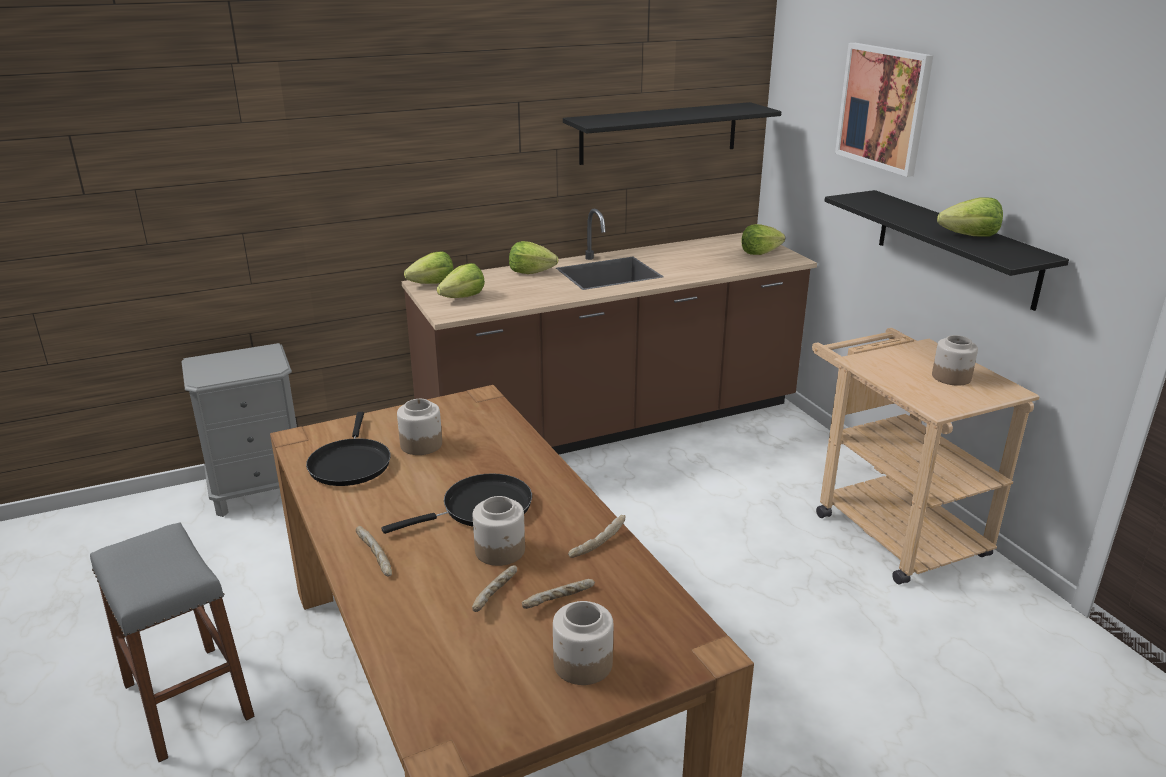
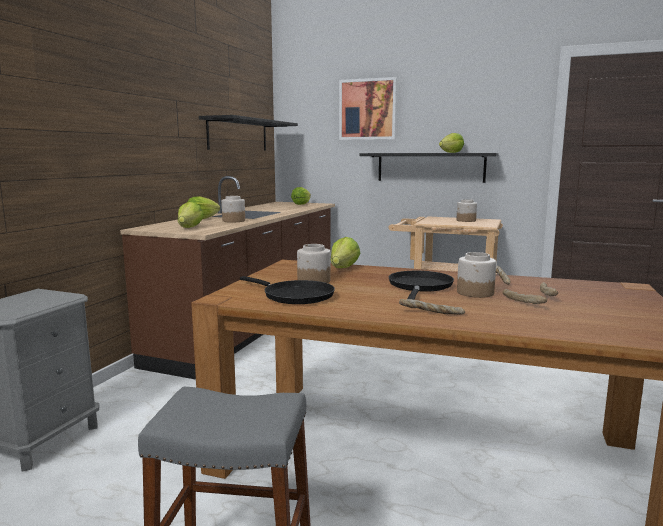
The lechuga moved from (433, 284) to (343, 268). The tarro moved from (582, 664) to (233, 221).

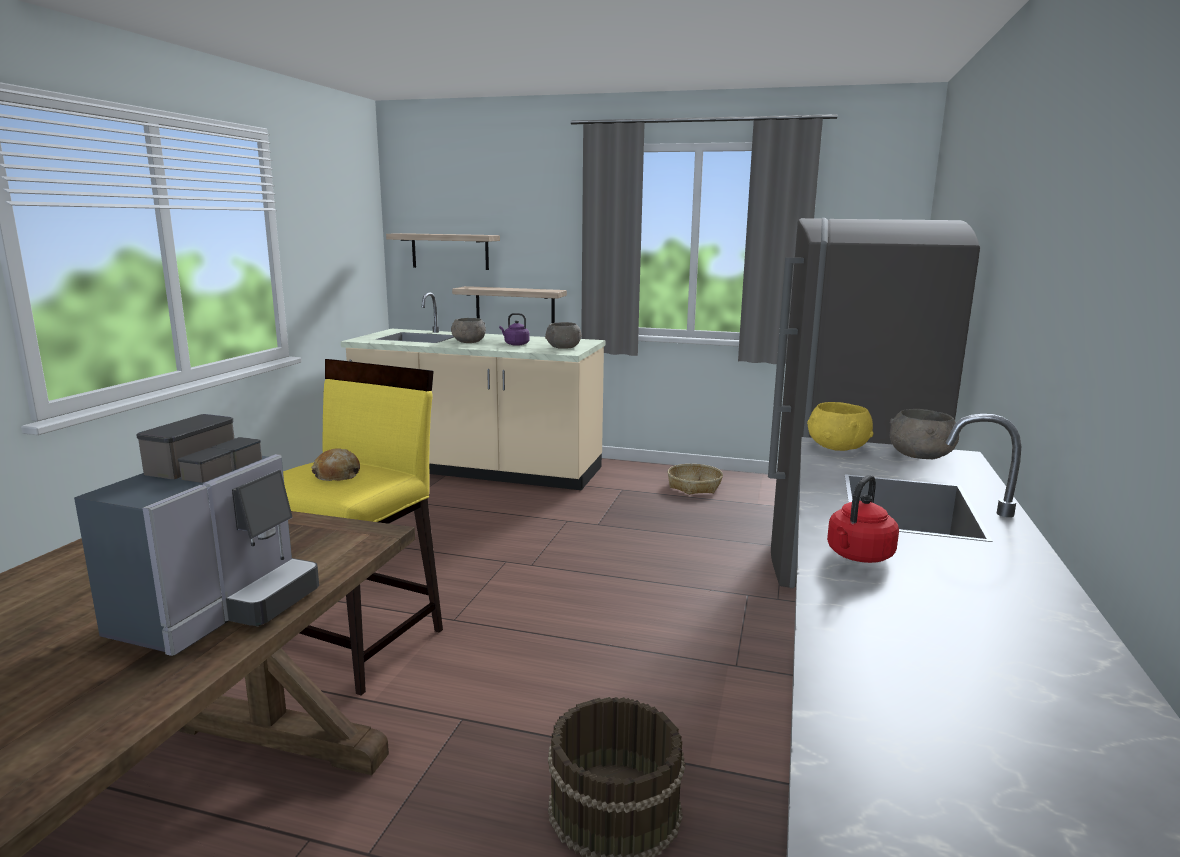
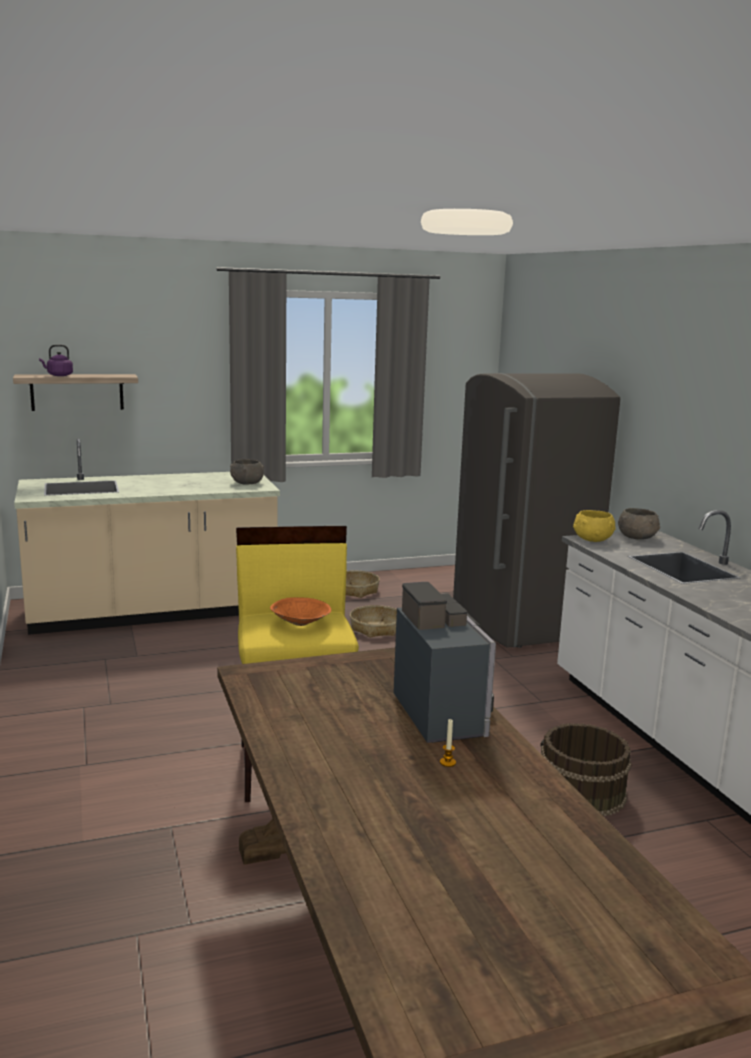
The cuenco/gris at (468, 342) disappeared. The estante at (515, 305) disappeared. The hervidor/rojo at (858, 556) disappeared. The cesta at (376, 628) appeared. The vela at (447, 762) appeared. The hervidor/morado moved from (515, 344) to (58, 375). The pan at (337, 475) was replaced by the cuenco/naranja at (301, 623).

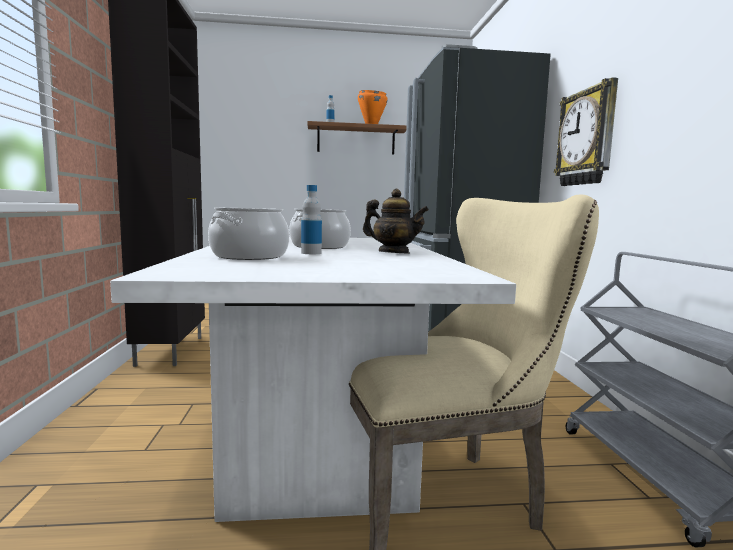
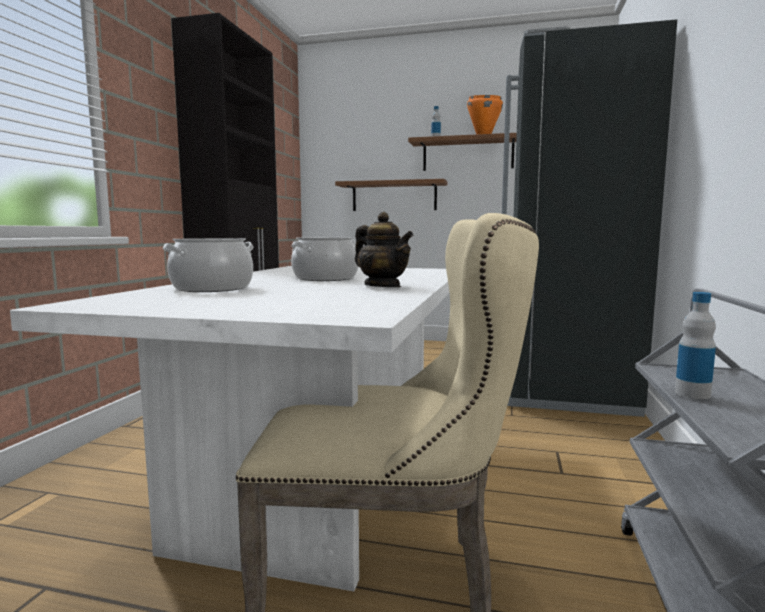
The reloj de pared at (587, 137) disappeared. The estante/marrón at (394, 196) appeared. The botella moved from (311, 253) to (692, 394).

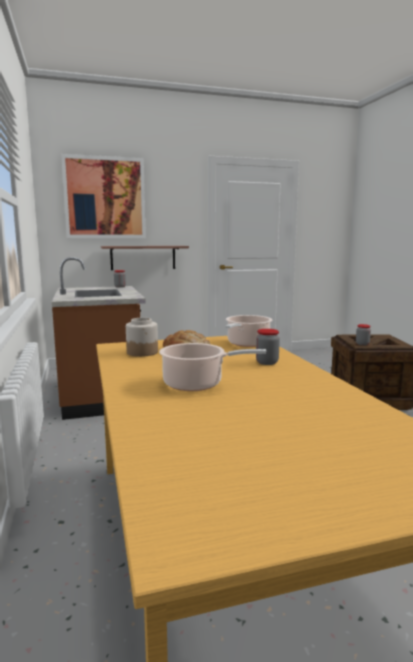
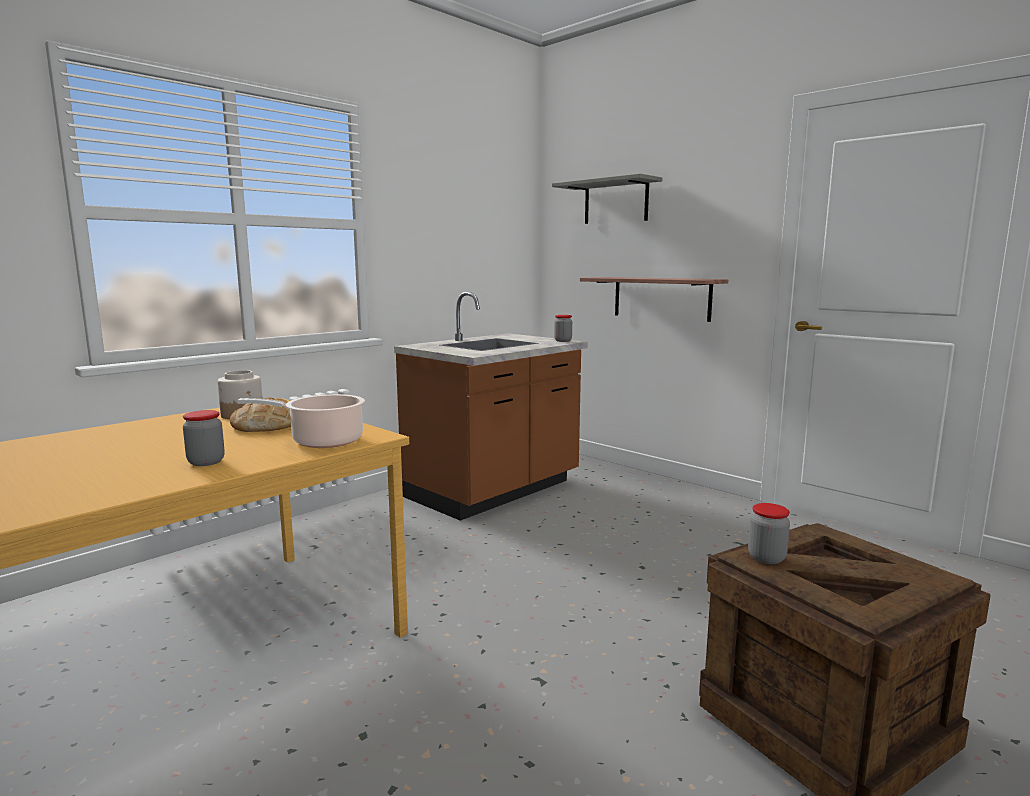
The olla at (197, 384) disappeared. The cuadro at (105, 198) was replaced by the estante/gris at (616, 202).

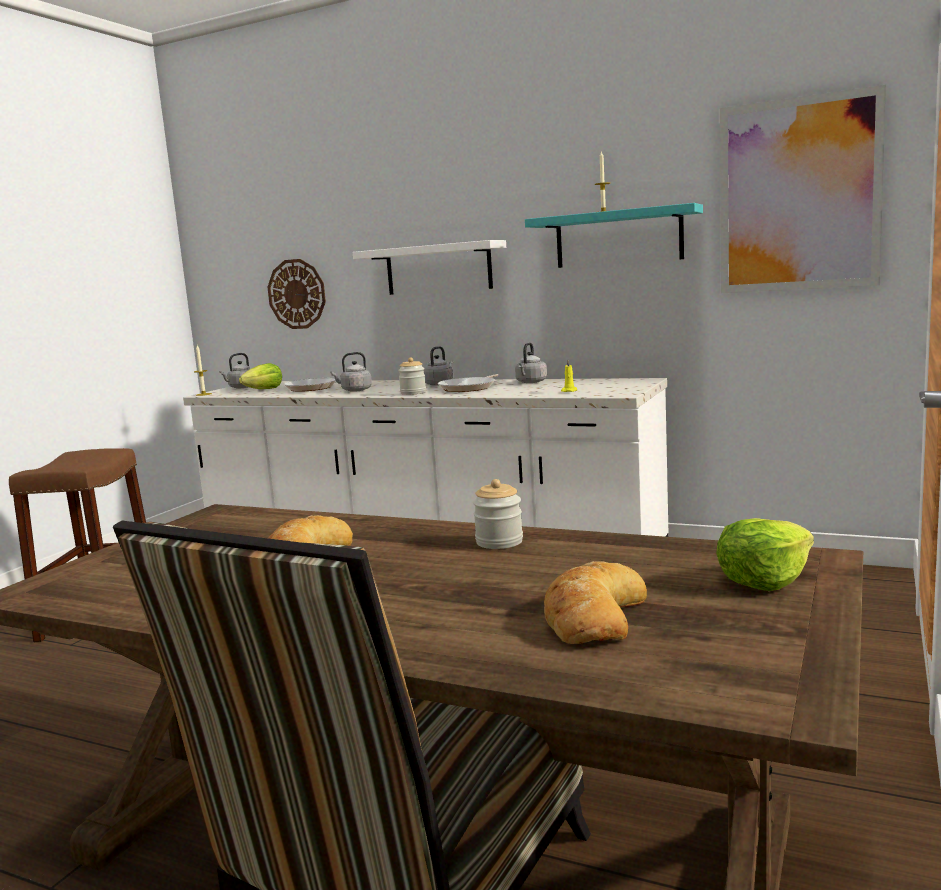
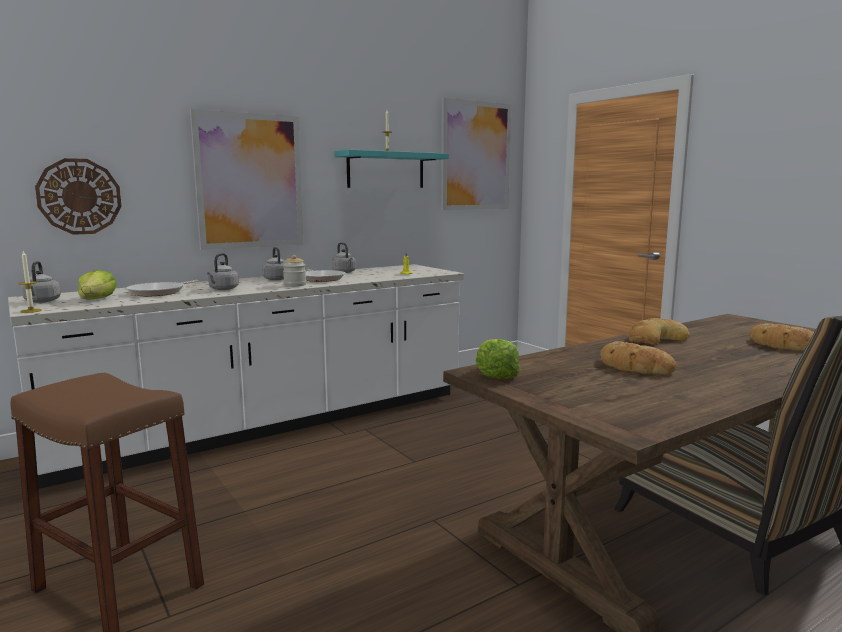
The lechuga moved from (764, 580) to (496, 374). The estante/blanco at (438, 268) was replaced by the cuadro at (249, 181). The tarro at (499, 542) was replaced by the pan at (655, 339).

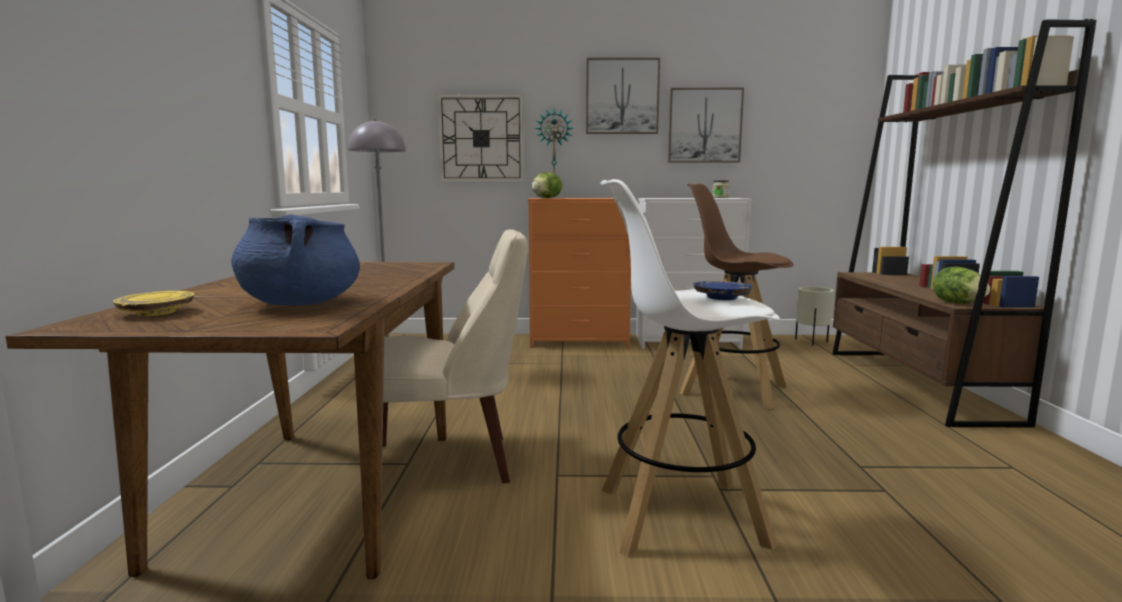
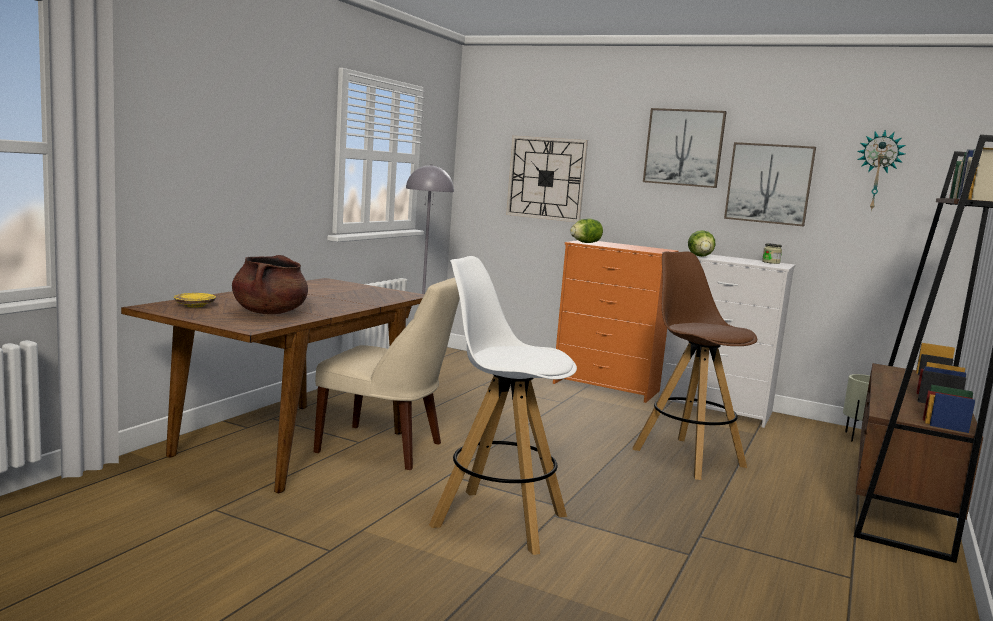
The plato/azul at (721, 298) disappeared. The reloj de pared moved from (554, 144) to (878, 170). The lechuga moved from (957, 303) to (700, 256). The olla/azul at (300, 303) became the olla/marrón at (269, 312).

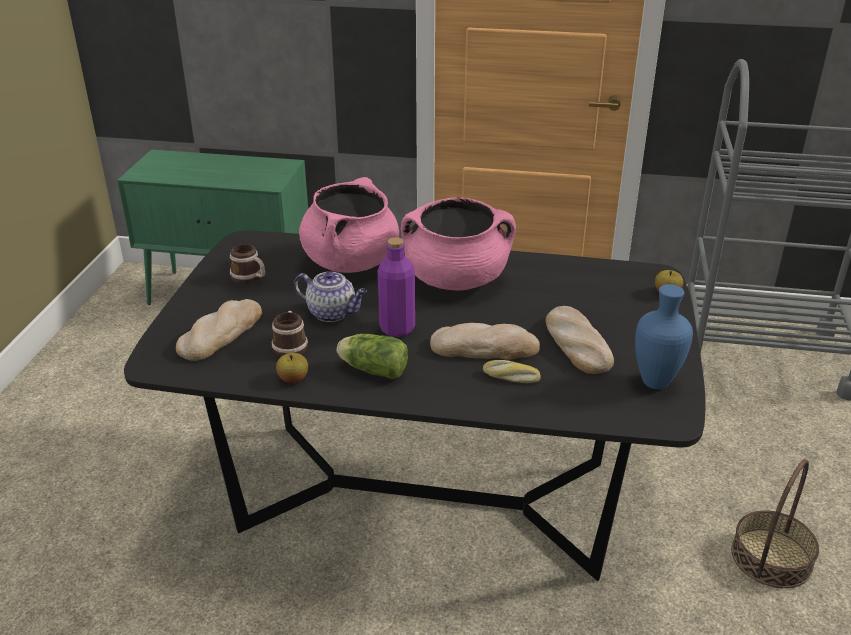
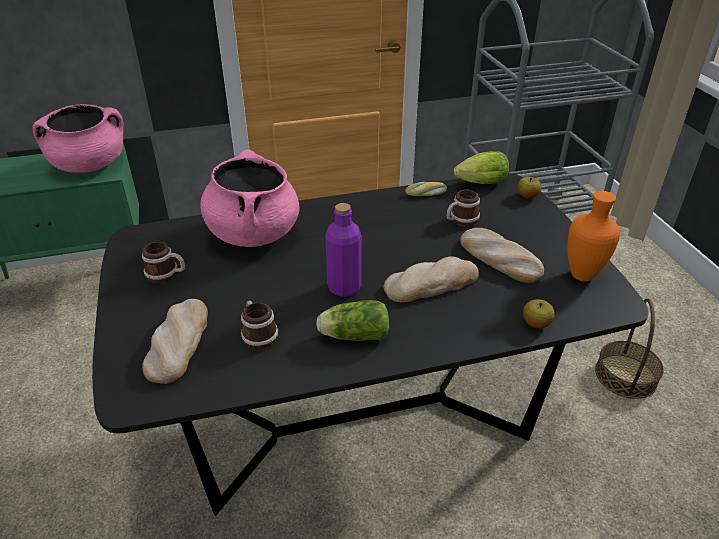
The tetera at (333, 313) disappeared. The taza grande at (460, 220) appeared. The lechuga at (478, 184) appeared. The manzana moved from (293, 379) to (536, 324). The olla/rosa moved from (456, 279) to (90, 165). The pan moved from (510, 377) to (426, 194). The florero/azul at (657, 382) became the florero/naranja at (583, 275).

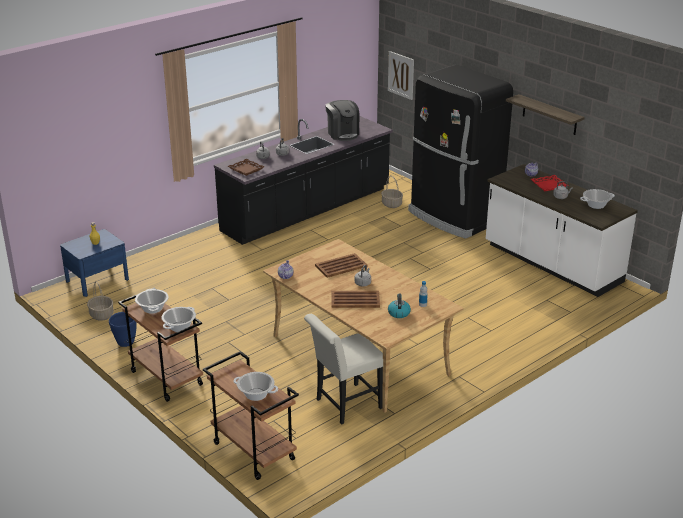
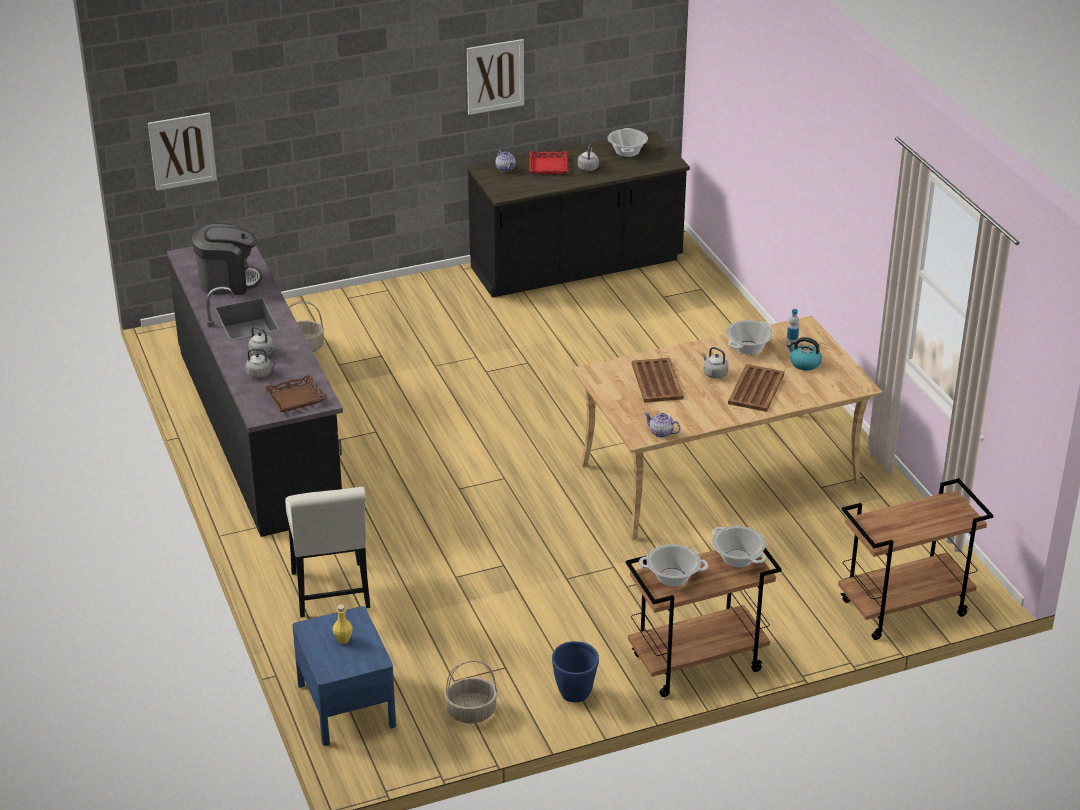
The nevera/negro at (453, 217) disappeared. The olla moved from (256, 394) to (748, 347). The silla/blanco moved from (344, 405) to (331, 594). The estante at (549, 115) was replaced by the cuadro at (495, 76). The mueble bajo de cocina/blanco at (552, 264) became the mueble bajo de cocina/negro at (577, 267).

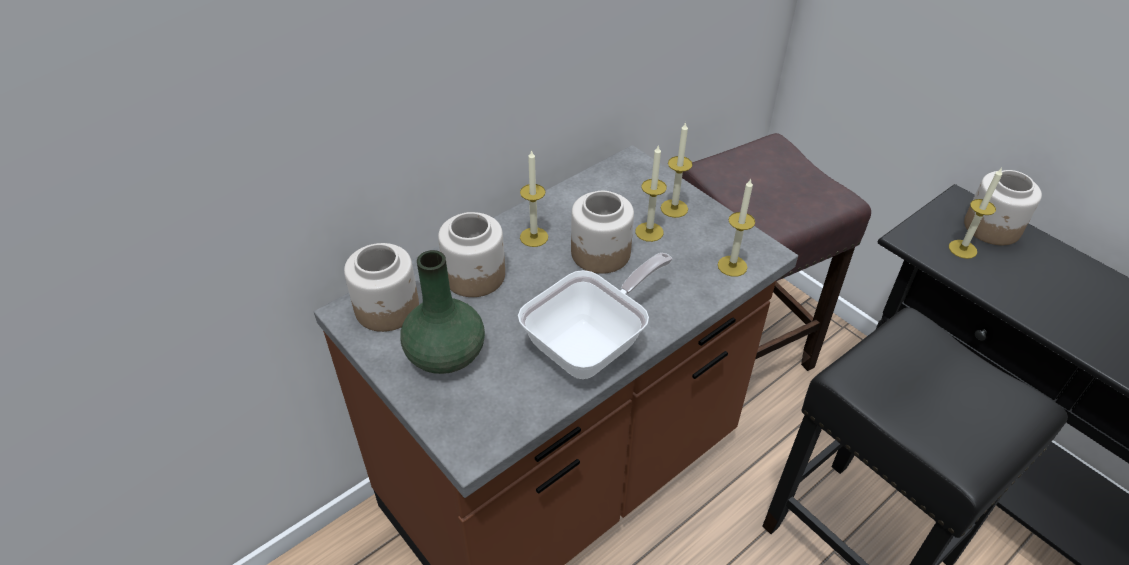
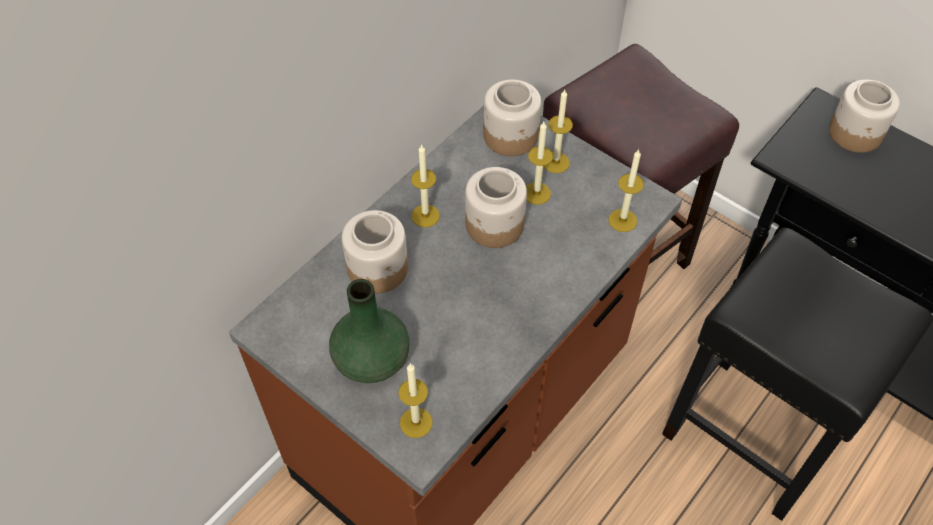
The sartén at (593, 344) disappeared. The tarro moved from (387, 308) to (511, 136). The vela moved from (962, 249) to (416, 422).

